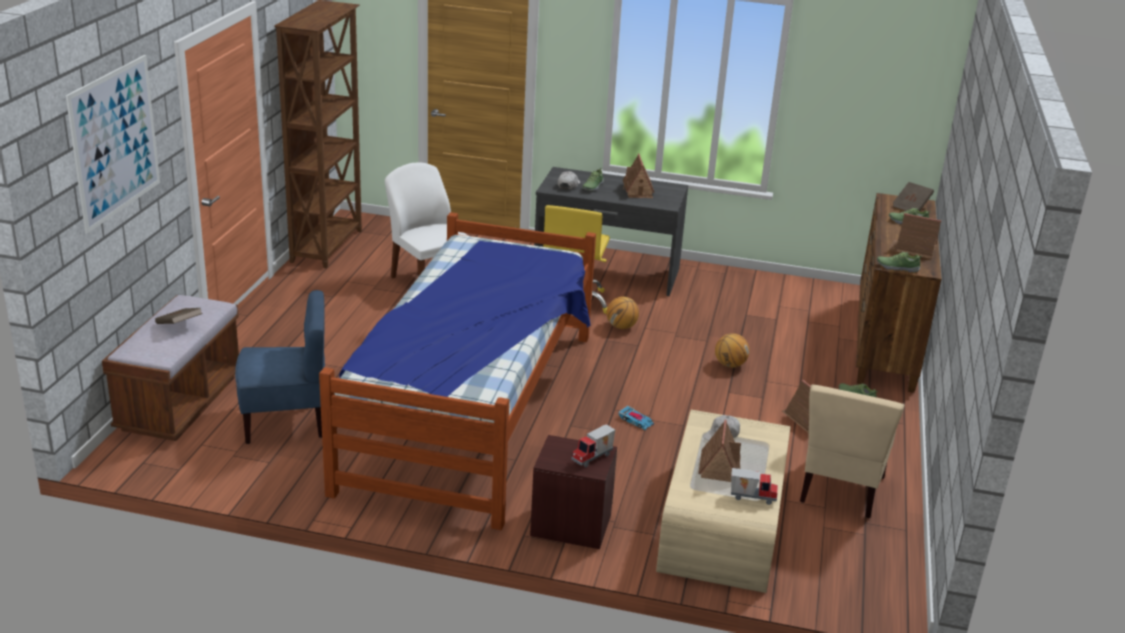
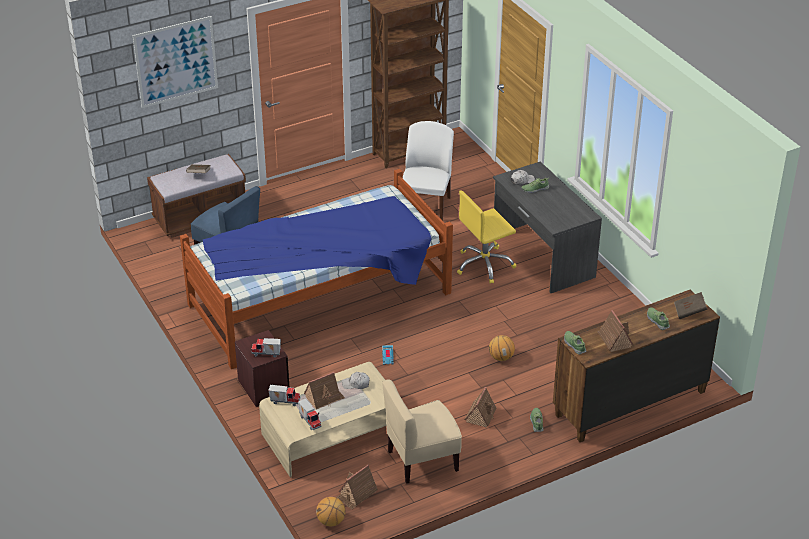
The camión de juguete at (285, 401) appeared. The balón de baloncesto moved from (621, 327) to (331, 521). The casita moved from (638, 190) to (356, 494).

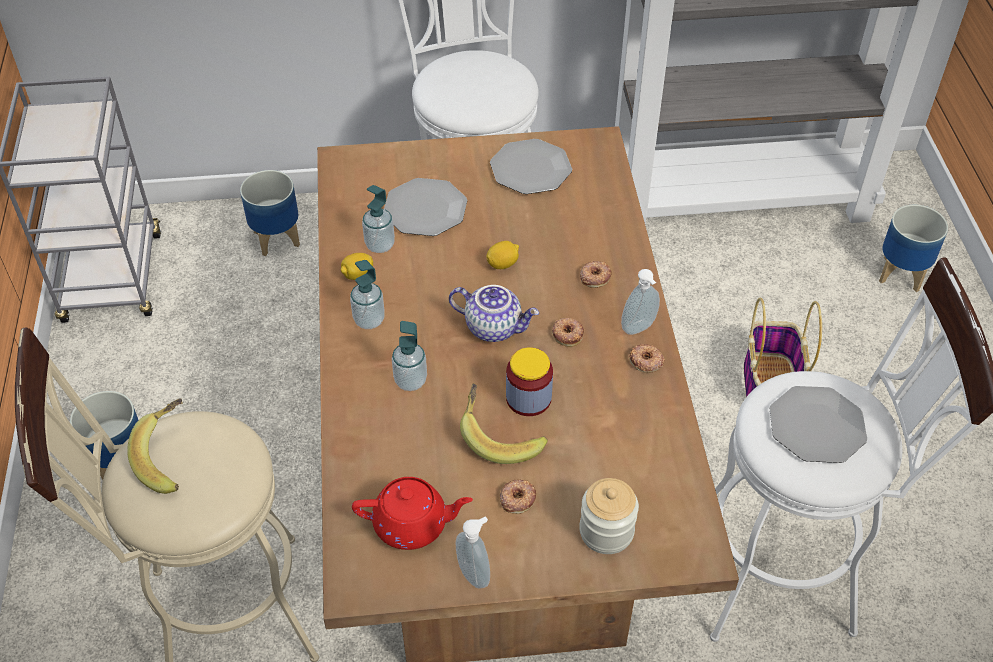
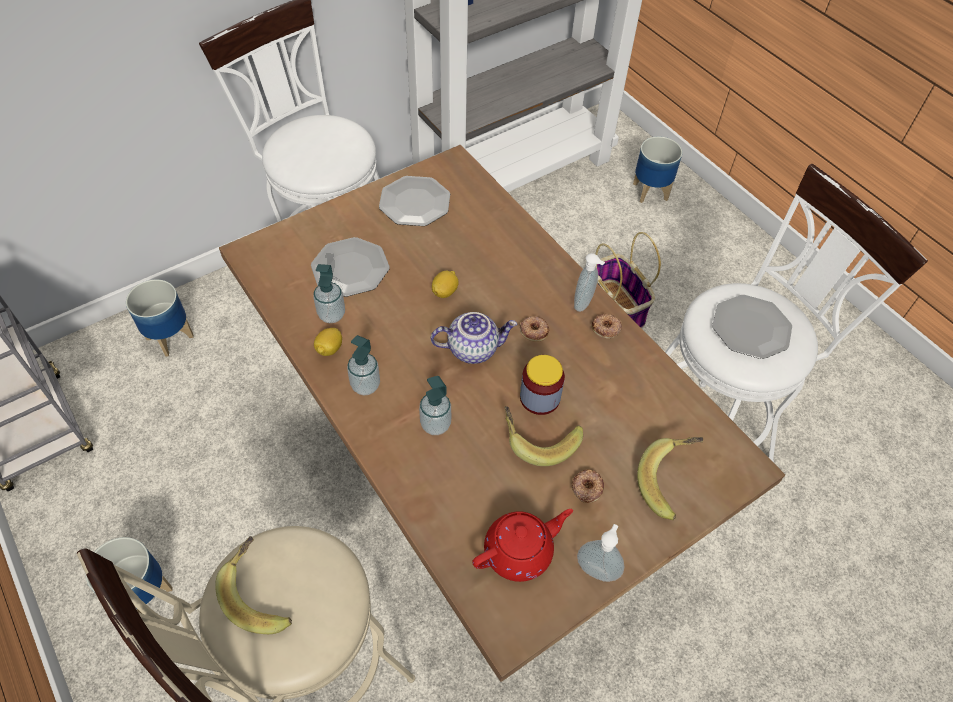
The rosquilla at (595, 276) disappeared. The tarro at (606, 531) was replaced by the plátano at (670, 482).

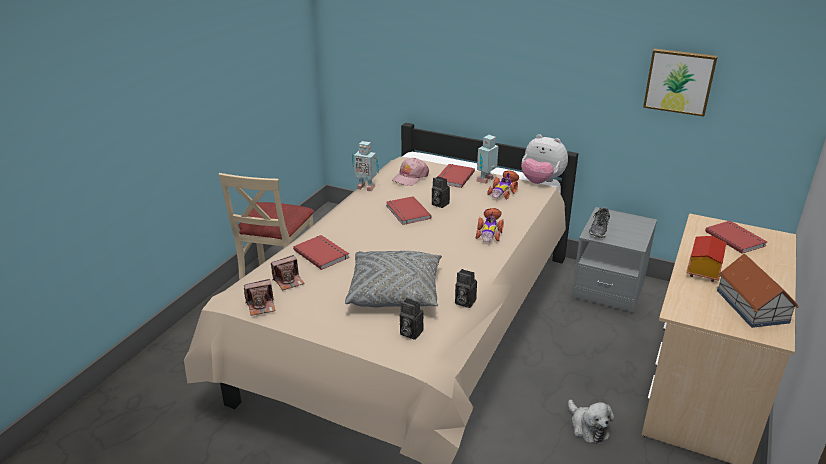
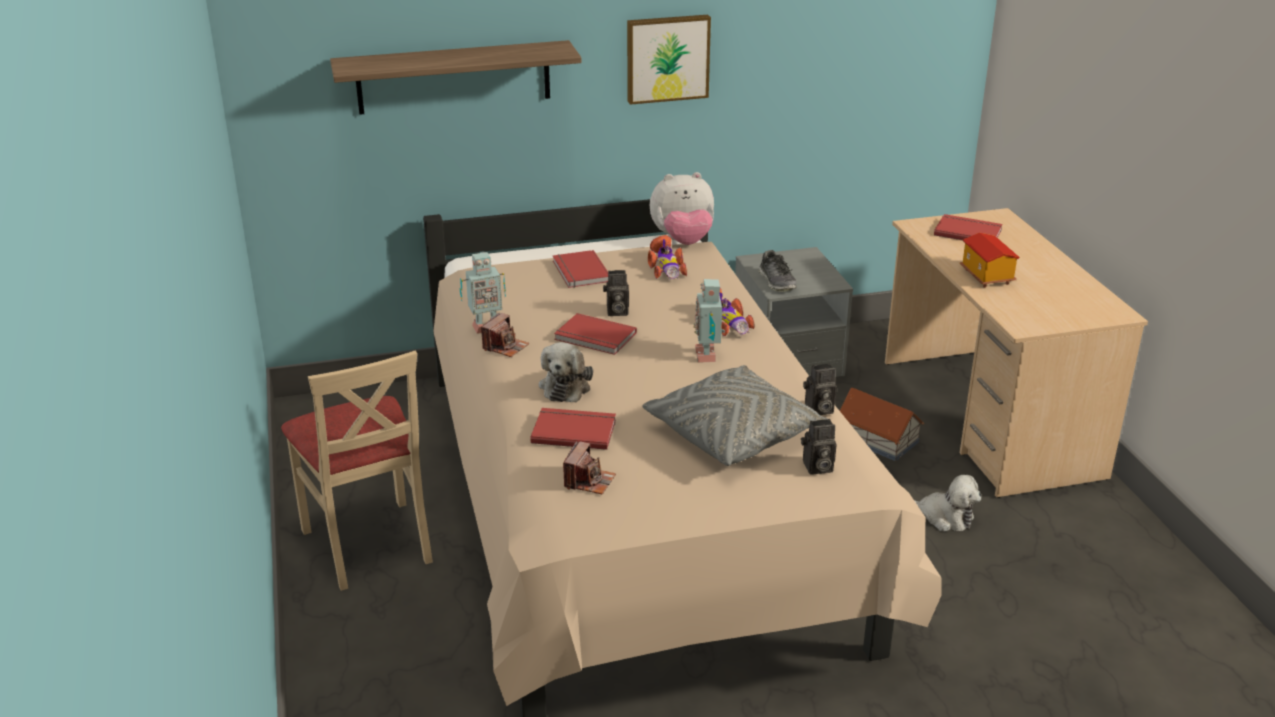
The gorra/rosa at (410, 177) disappeared. The estante at (454, 77) appeared. The peluche at (566, 386) appeared. The cámara moved from (261, 306) to (505, 347). The robot de juguete moved from (486, 180) to (708, 355). The cuadro moved from (679, 81) to (667, 58). The casita moved from (752, 305) to (877, 438).

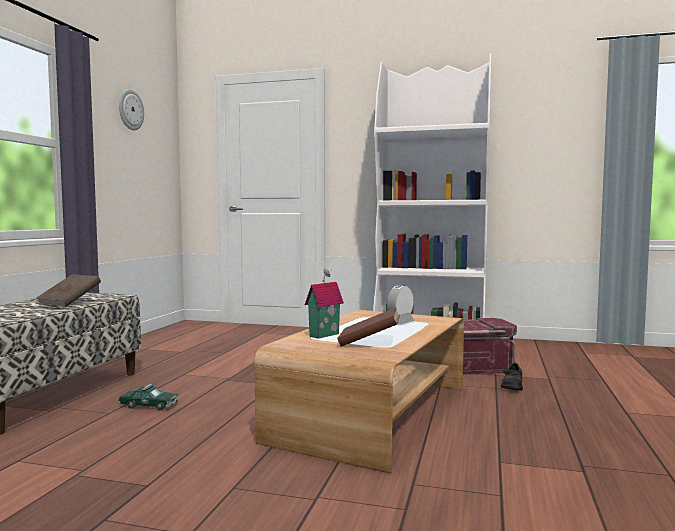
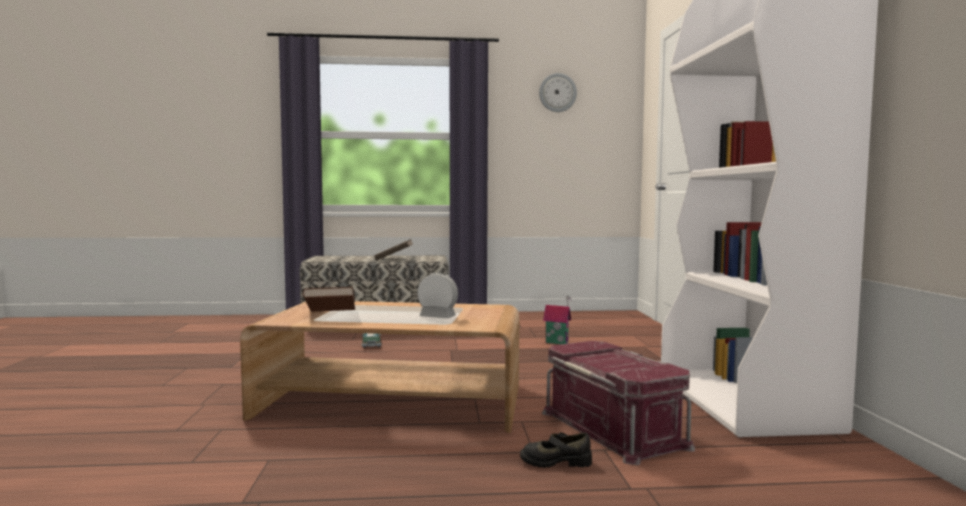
The casita moved from (323, 334) to (557, 342).

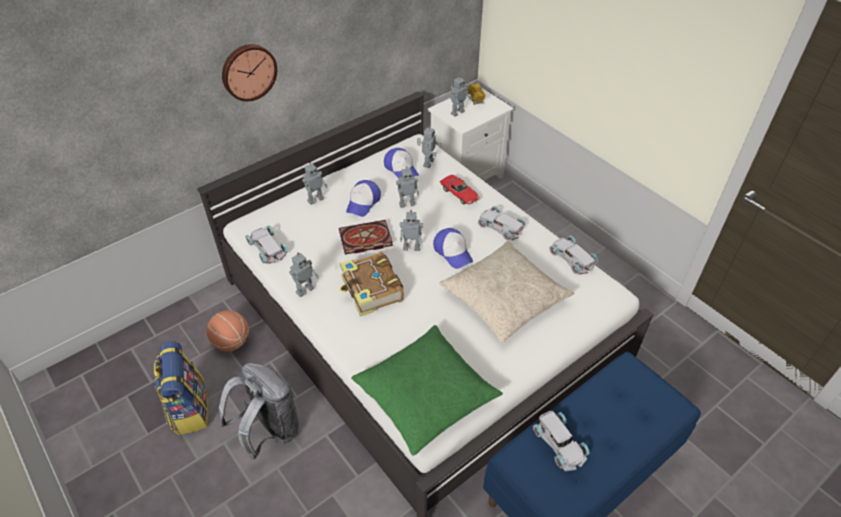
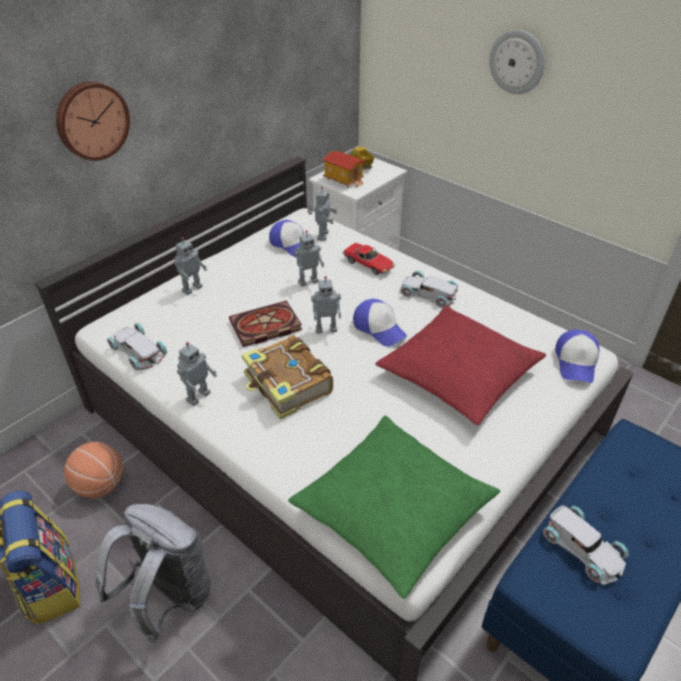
The coche de juguete/blanco at (572, 257) disappeared. The reloj de pared at (517, 62) appeared. The gorra moved from (363, 202) to (576, 362). The robot de juguete at (457, 112) was replaced by the casita at (344, 179). The cojín/beis at (504, 298) became the cojín/rojo at (458, 373).

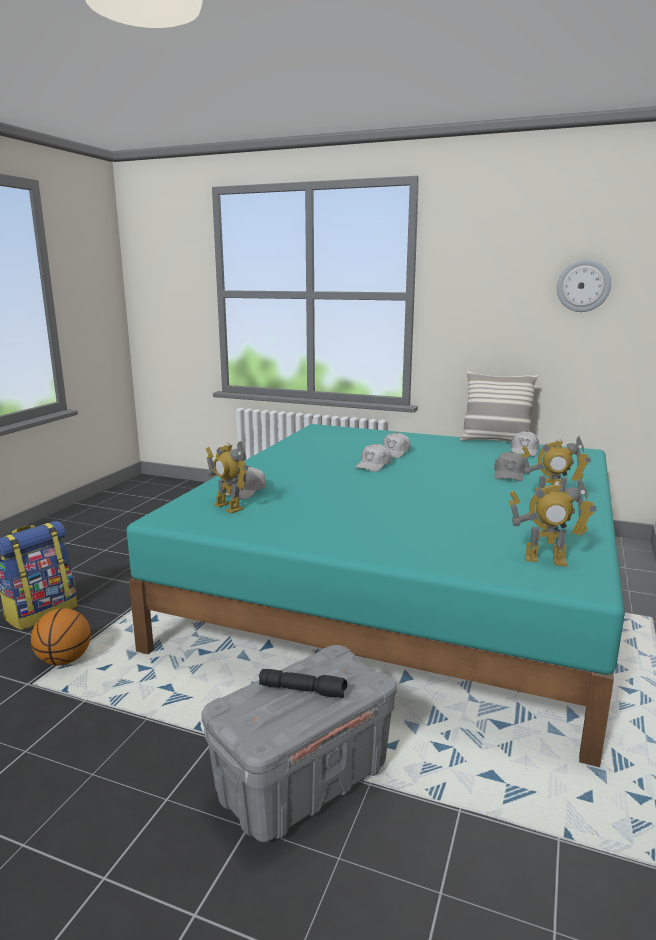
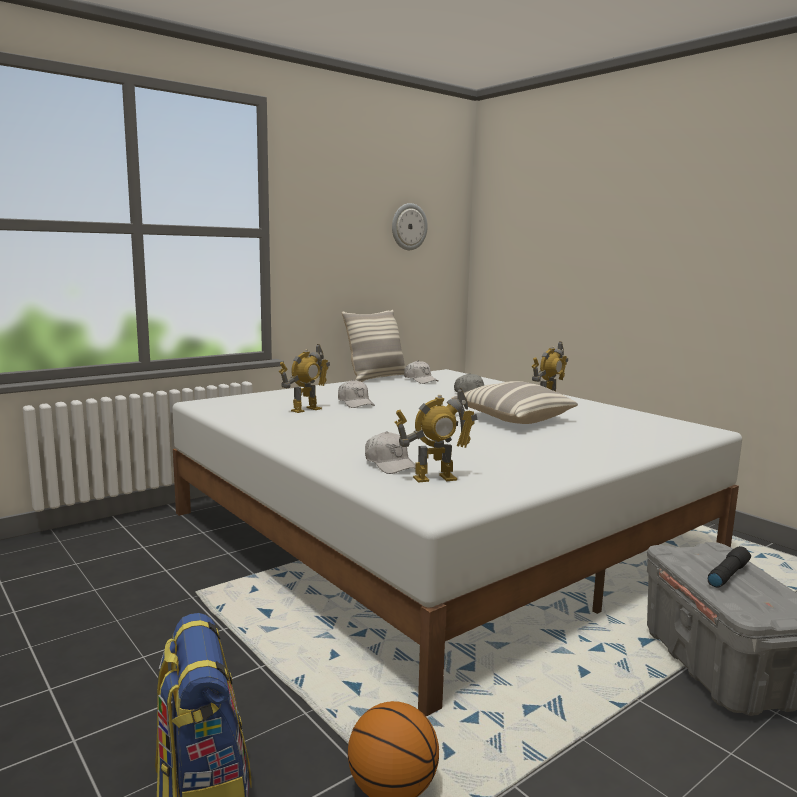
The gorra/blanco at (373, 465) disappeared. The cojín at (512, 418) appeared. The robot de juguete moved from (545, 559) to (306, 409). The cama/turquesa at (403, 588) became the cama/blanco at (438, 534).

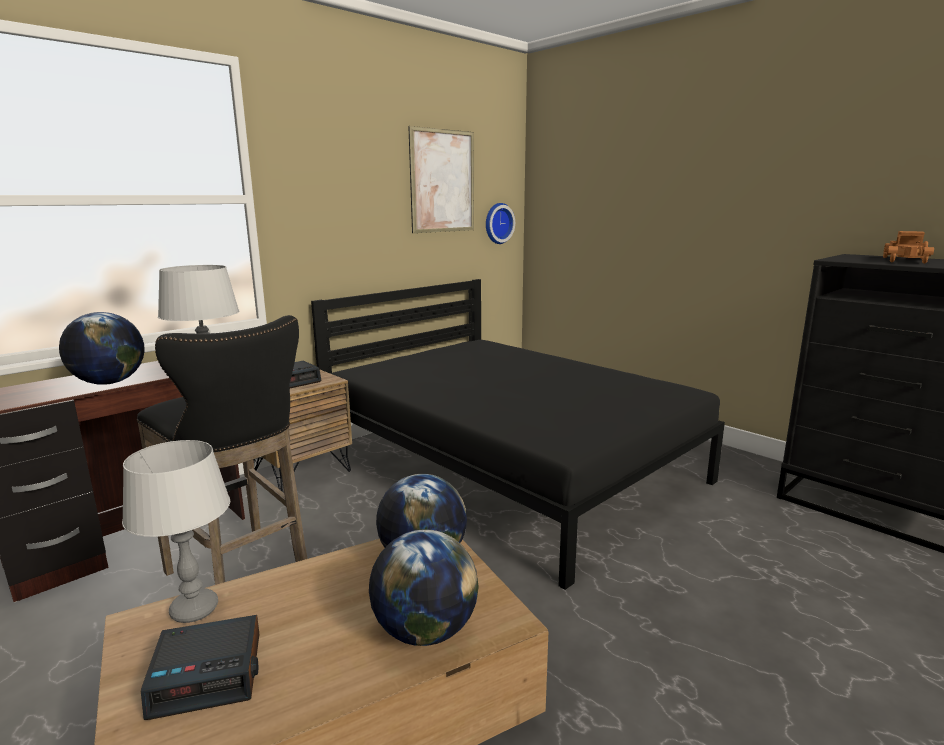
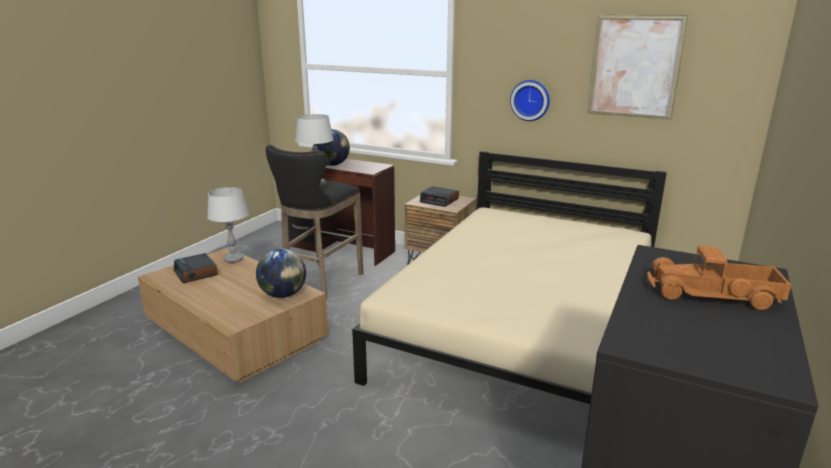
The globo terráqueo at (425, 631) disappeared. The reloj de pared moved from (497, 223) to (530, 100). The cama/negro at (508, 464) became the cama/beis at (520, 333).

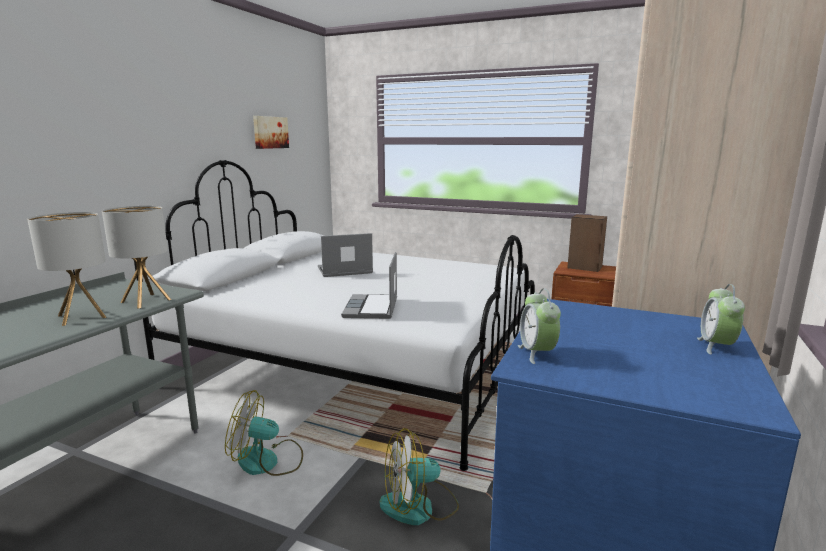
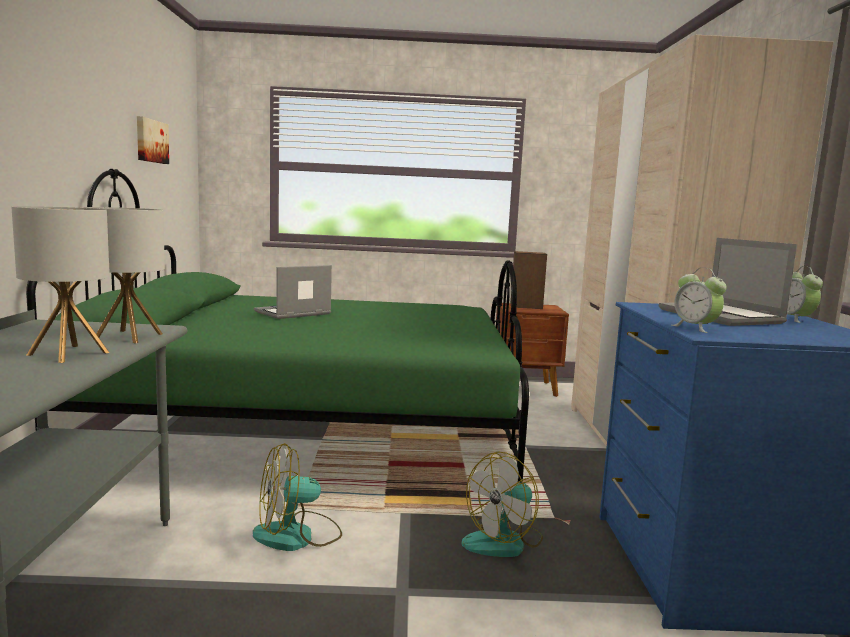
The portátil moved from (372, 308) to (722, 316). The cama/blanco at (357, 368) became the cama/verde at (311, 434).

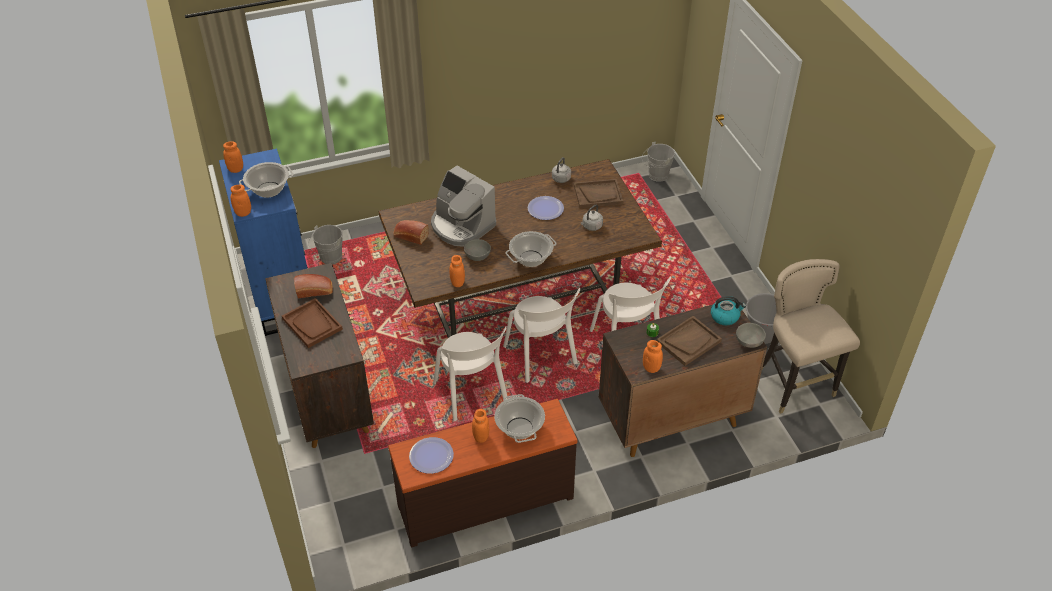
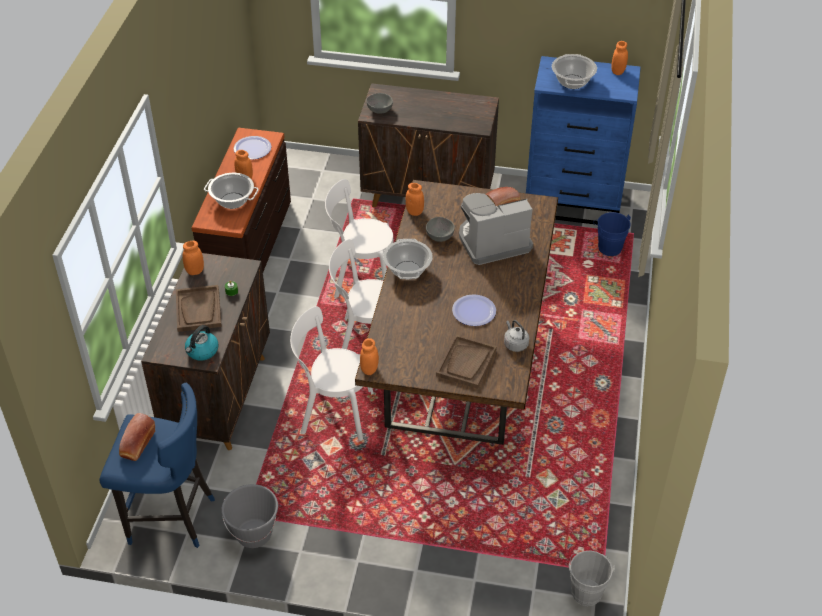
The bandeja/marrón at (312, 324) disappeared. The hervidor/gris at (591, 226) disappeared. The tarro/naranja moved from (243, 213) to (369, 369). The pan moved from (315, 291) to (137, 445). The cuenco/gris moved from (748, 343) to (379, 110). The cubo/gris at (329, 259) became the cubo/azul at (608, 247). The taburete/beis at (794, 385) became the taburete/azul at (170, 518).

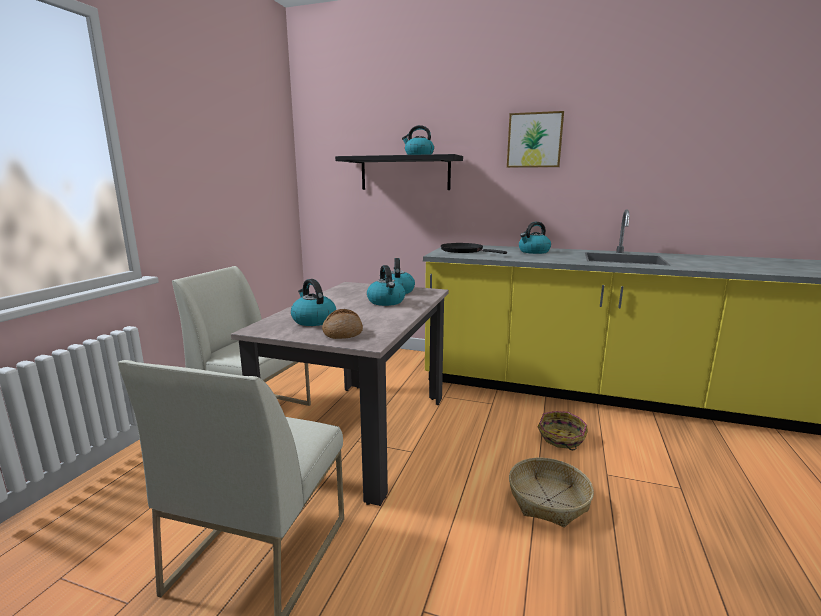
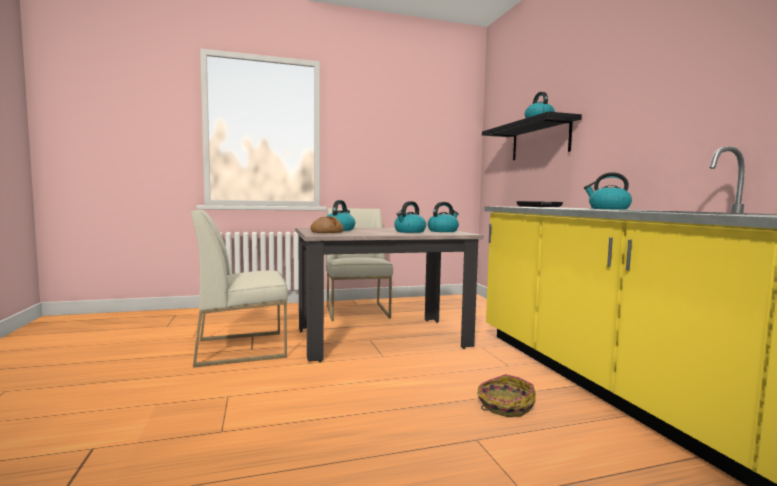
The cuadro at (534, 140) disappeared. The cesta at (548, 500) disappeared.

